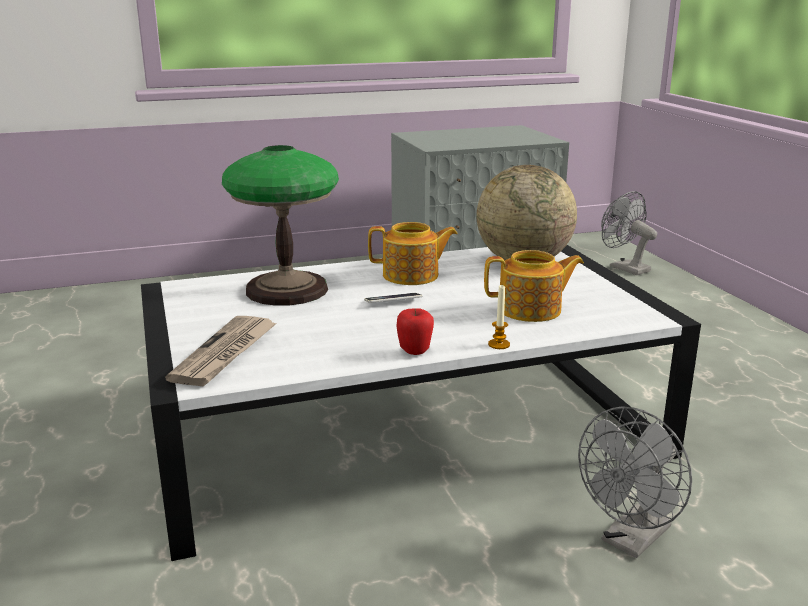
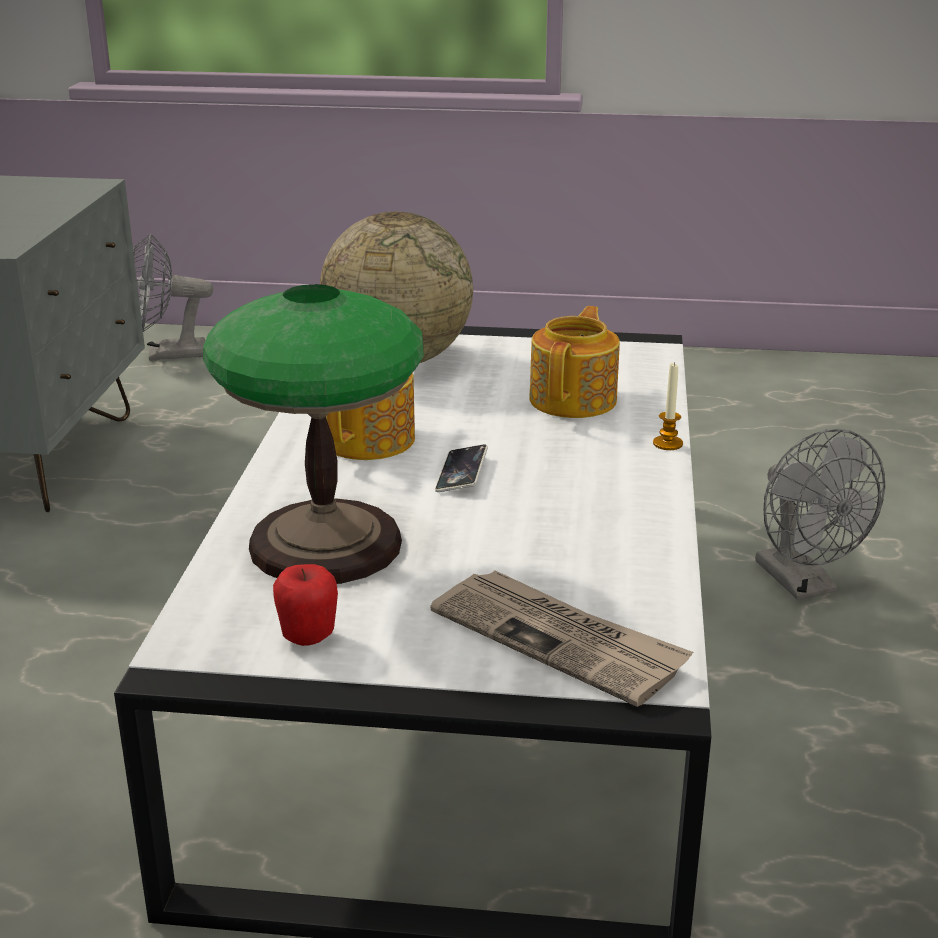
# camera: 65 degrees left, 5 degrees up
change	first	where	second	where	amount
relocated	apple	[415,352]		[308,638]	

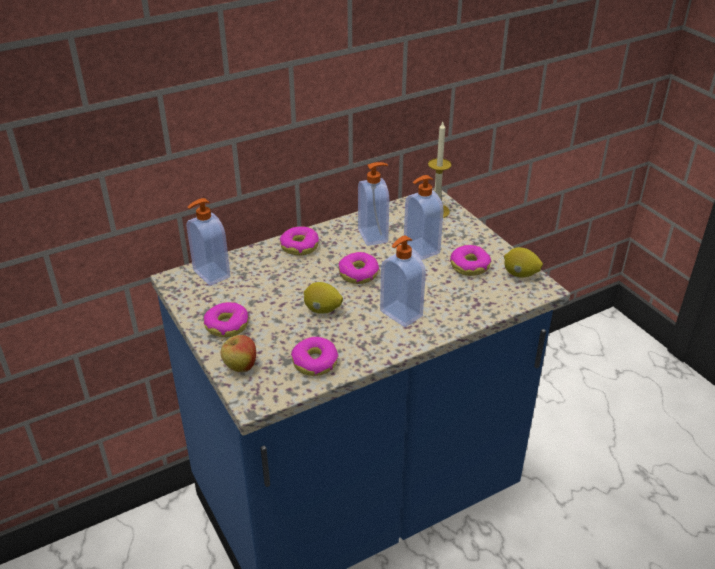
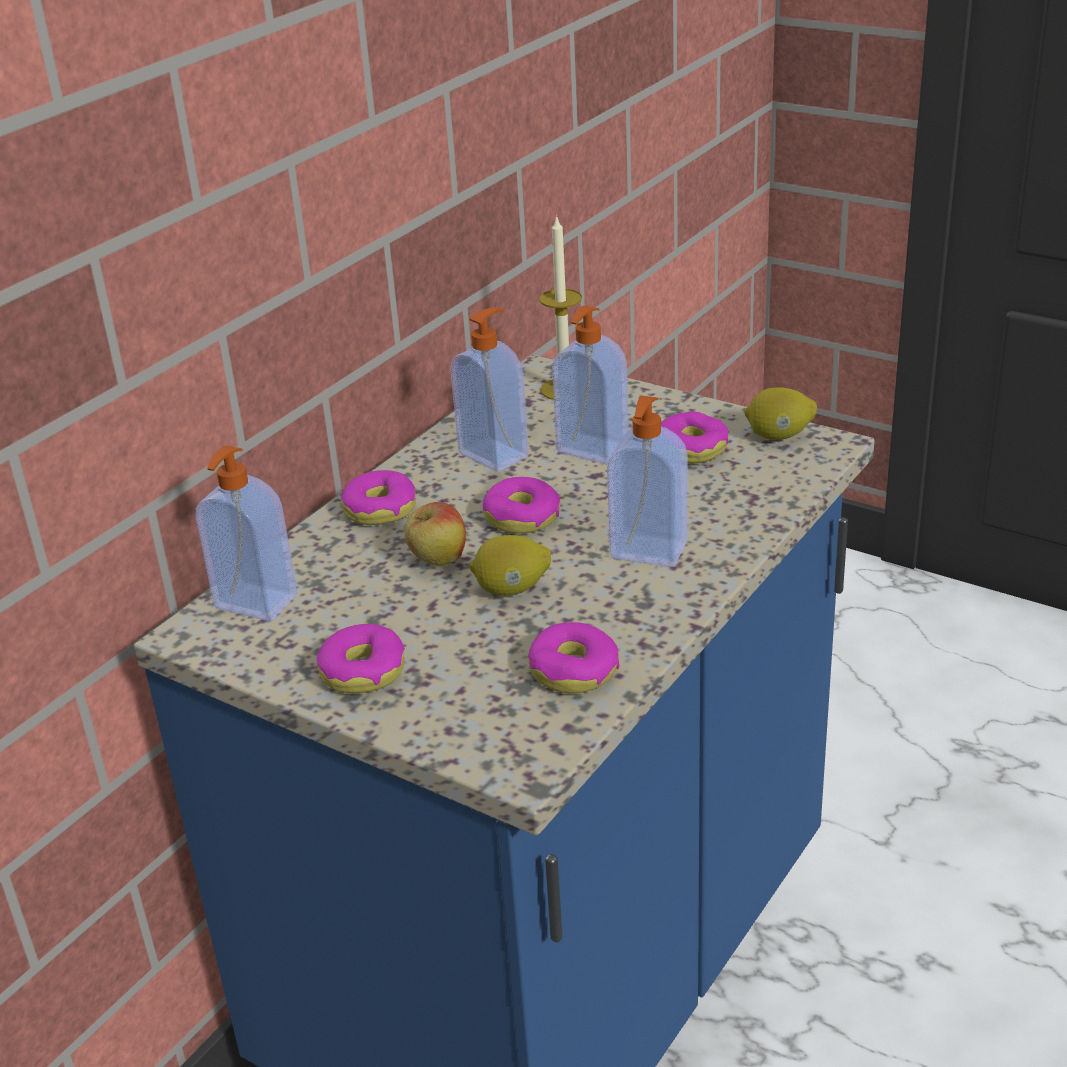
# camera: 25 degrees left, 5 degrees down
change	first	where	second	where	amount
relocated	apple	[240,367]		[438,561]	

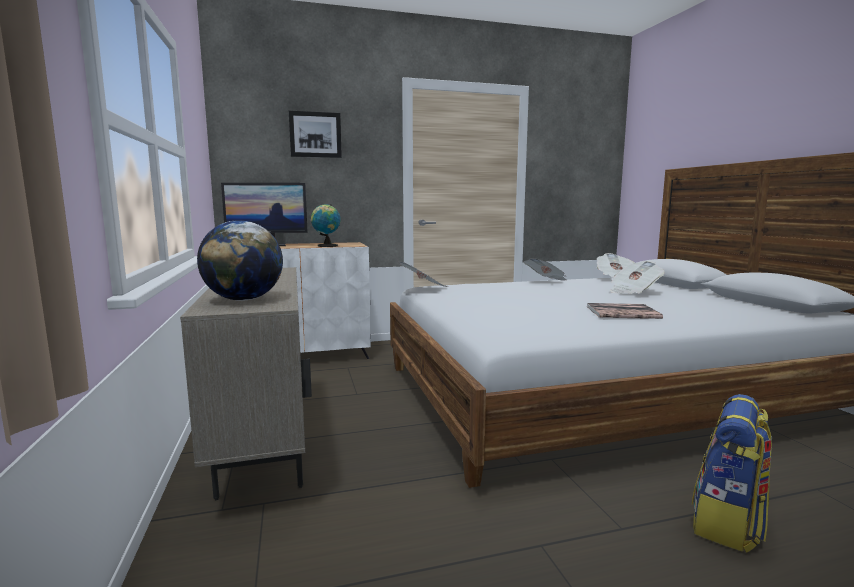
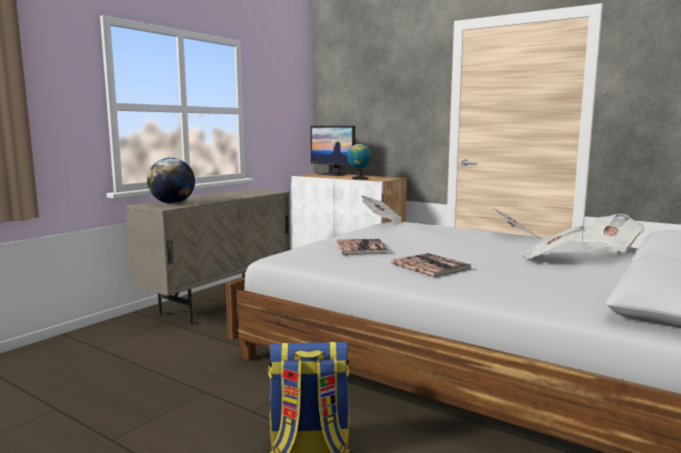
# camera: 50 degrees right, 0 degrees up
change	first	where	second	where	amount
appeared			book	[361,248]	
missing	picture	[315,135]			

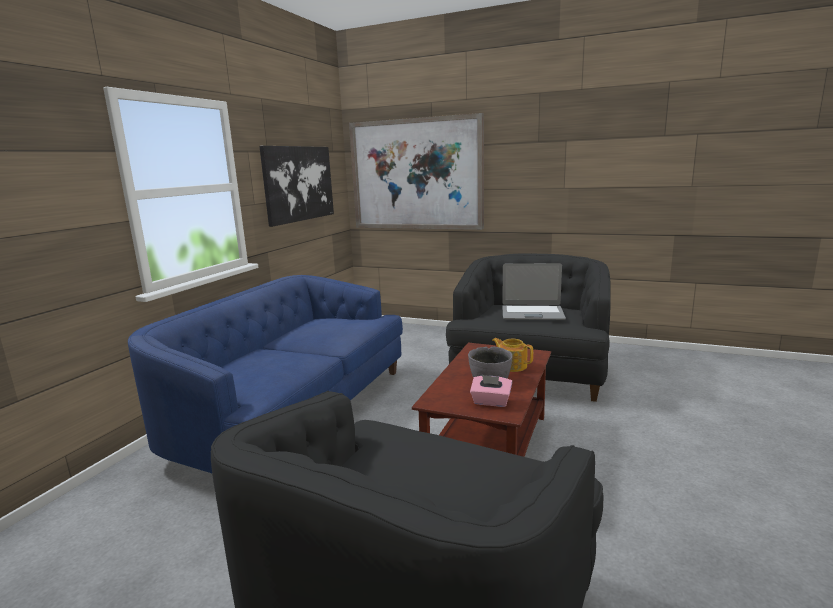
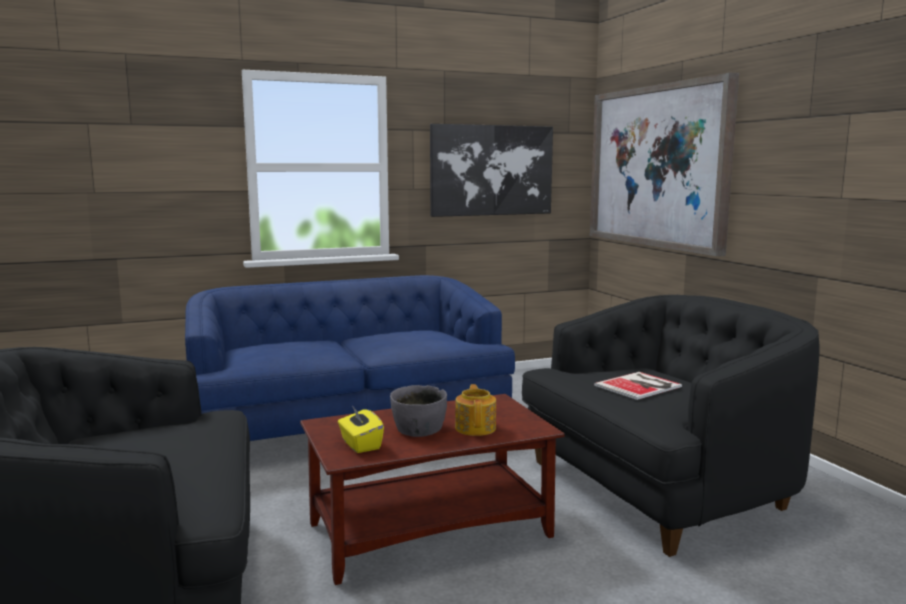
# camera: 45 degrees right, 5 degrees down
change	first	where	second	where	amount
colour	pink tissue box	[491,402]	yellow tissue box	[360,444]	
exchanged	laptop	[532,313]	book	[640,386]	

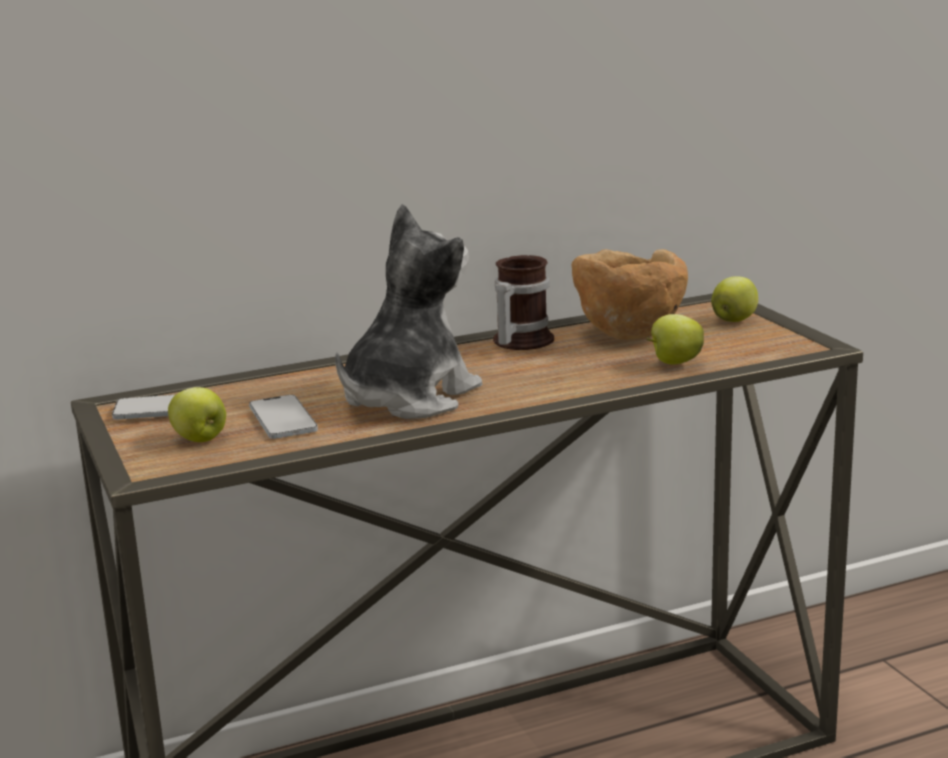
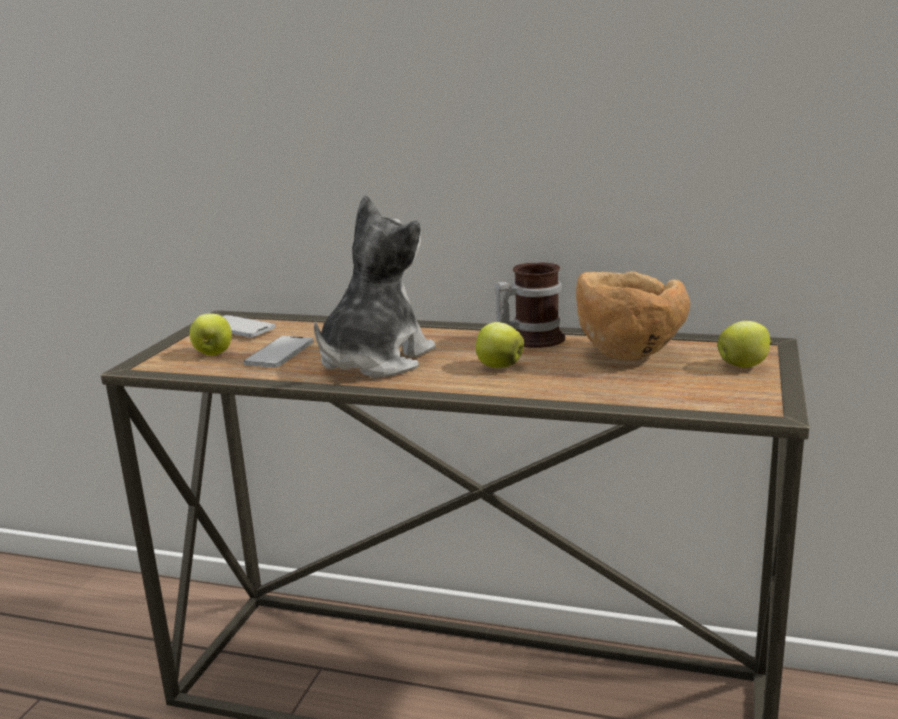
# camera: 40 degrees right, 0 degrees up
change	first	where	second	where	amount
spun	plush toy	[408,399]		[374,361]	45 degrees counterclockwise
relocated	apple	[674,362]		[498,366]	

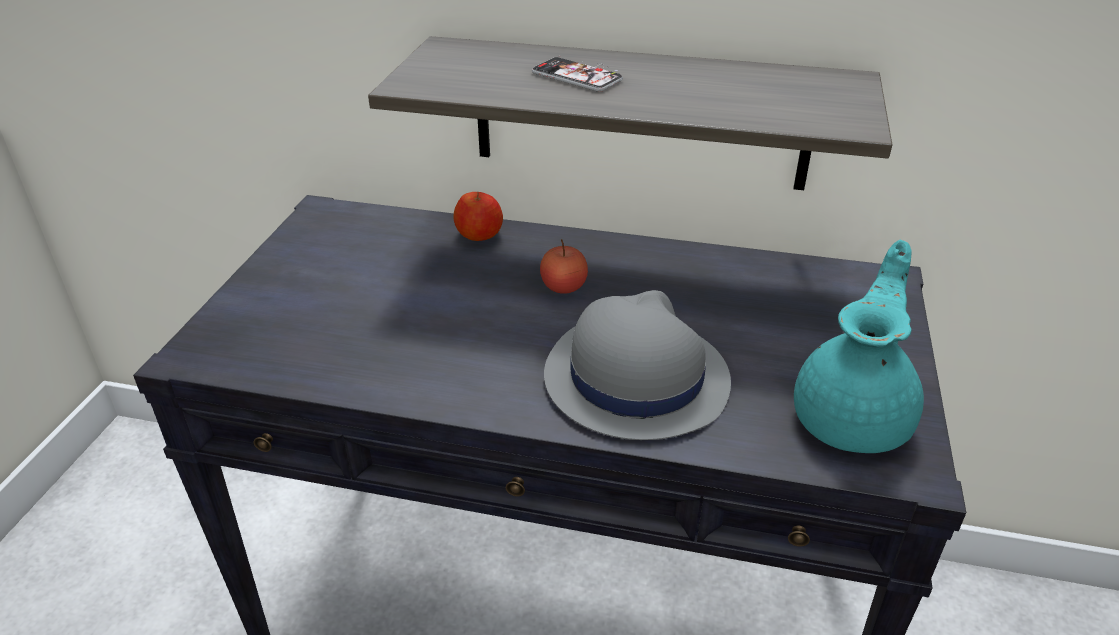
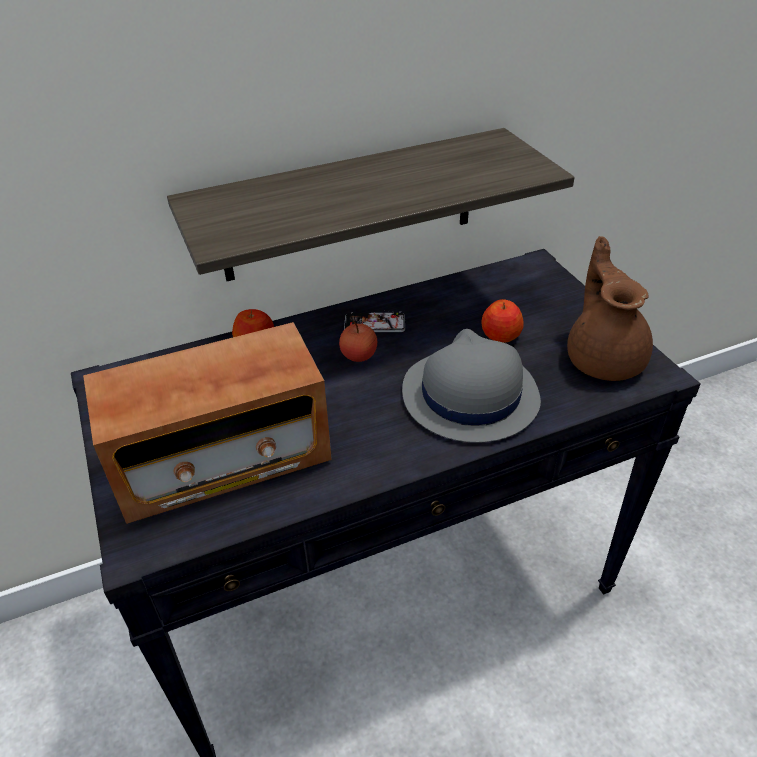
# camera: 35 degrees left, 5 degrees up
change	first	where	second	where	amount
appeared			radio	[223,460]	
relocated	phone	[576,76]		[374,324]	
appeared			apple	[500,335]	
colour	turquoise teapot	[854,417]	brown teapot	[604,358]	

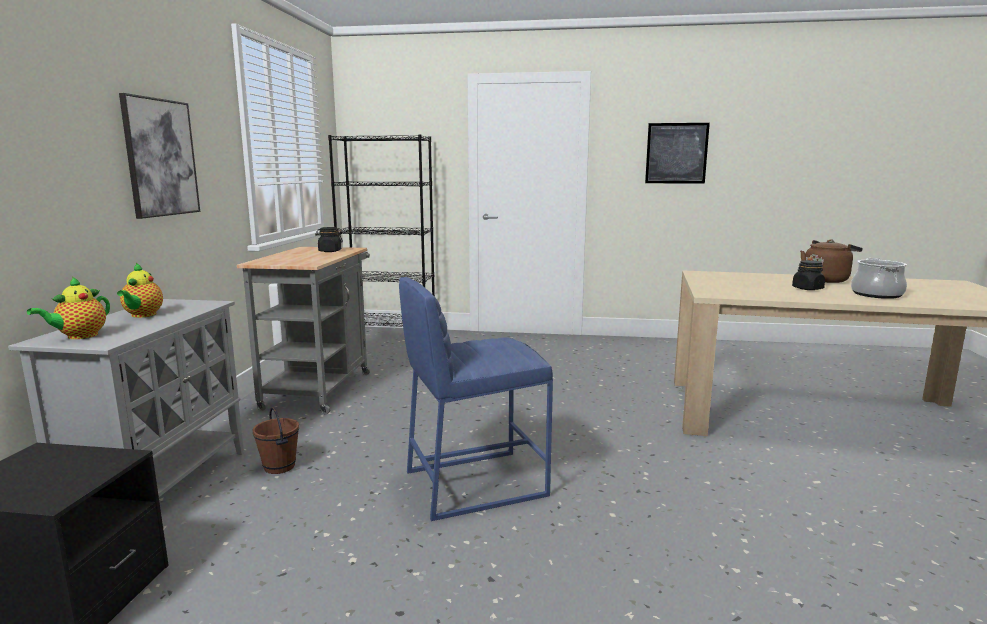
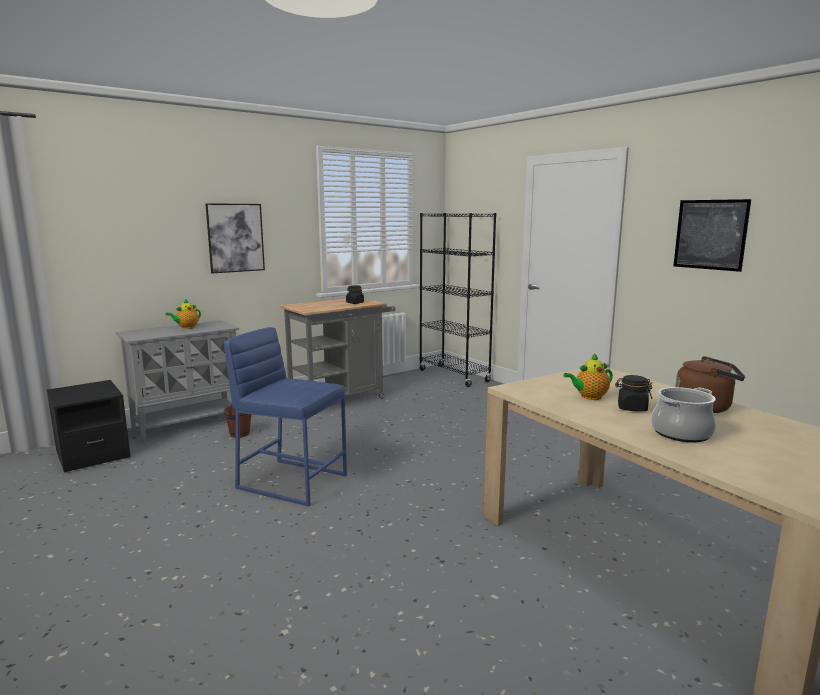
# camera: 45 degrees right, 0 degrees up
change	first	where	second	where	amount
relocated	teapot	[79,336]		[589,397]	

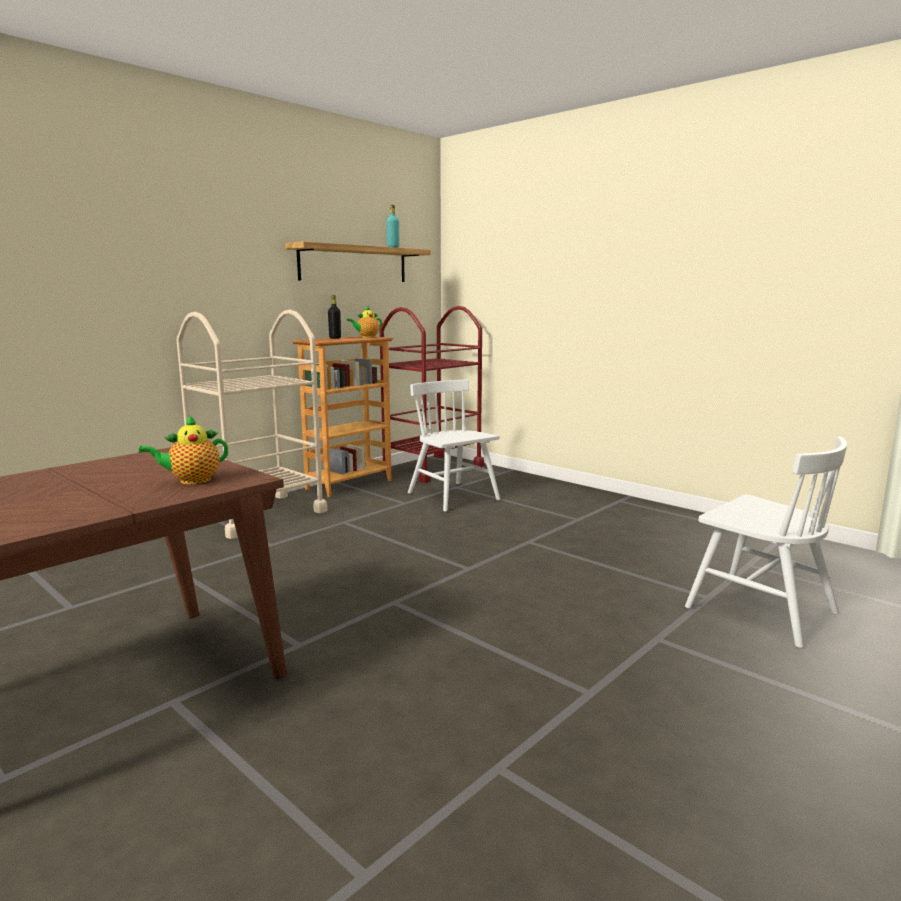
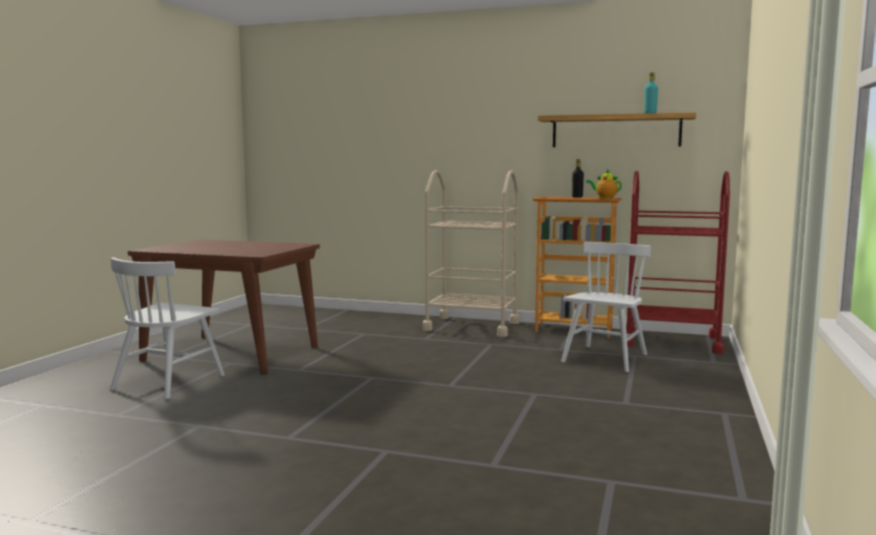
# camera: 65 degrees right, 5 degrees down
change	first	where	second	where	amount
relocated	white chair	[760,610]		[169,382]	
missing	teapot	[191,481]			

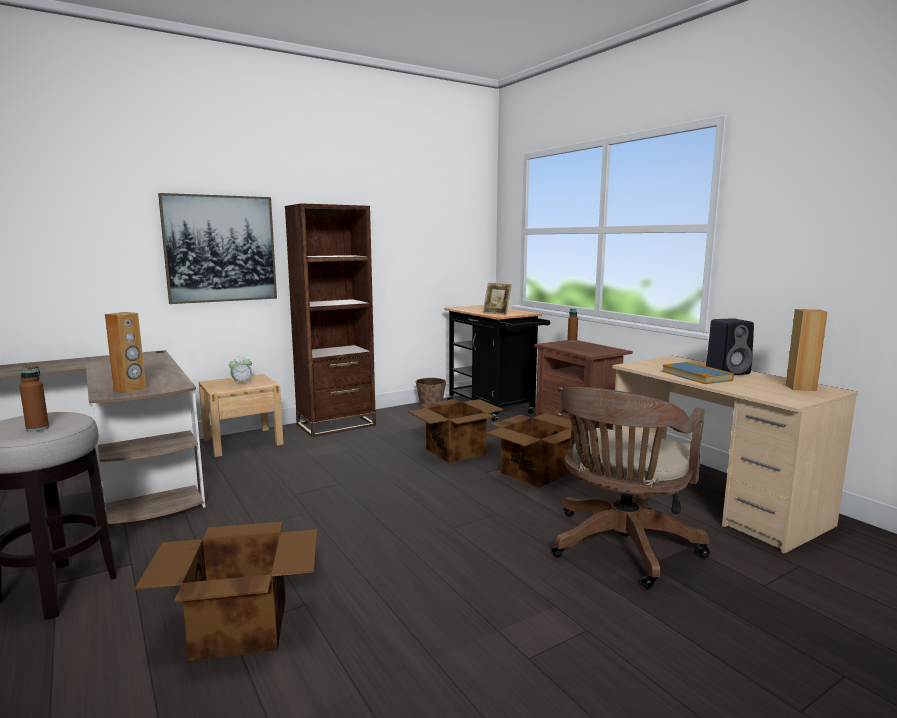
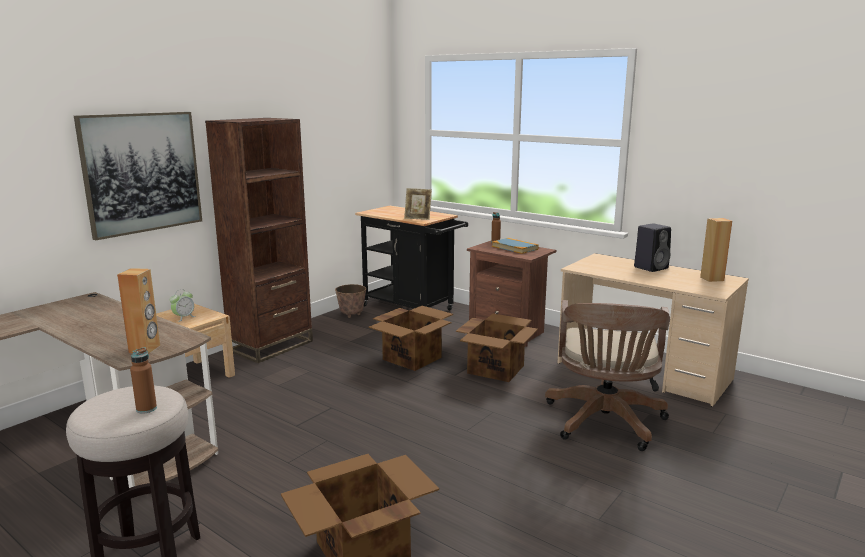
# camera: 20 degrees left, 5 degrees up
change	first	where	second	where	amount
relocated	book	[696,376]		[514,248]	

